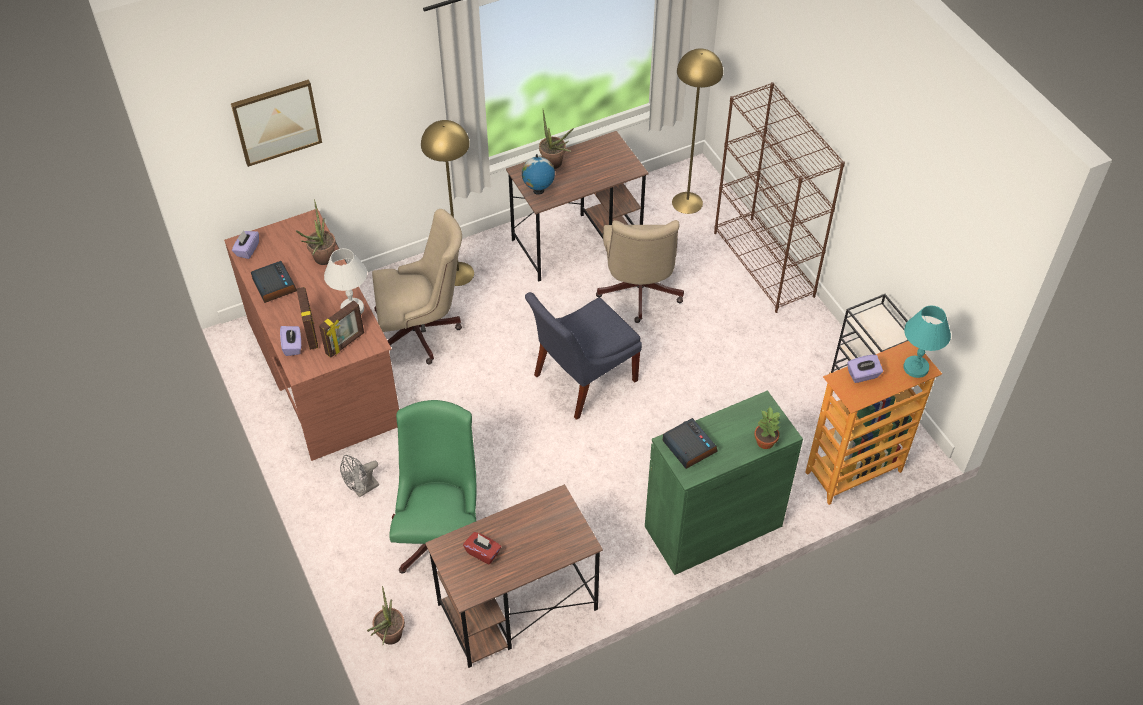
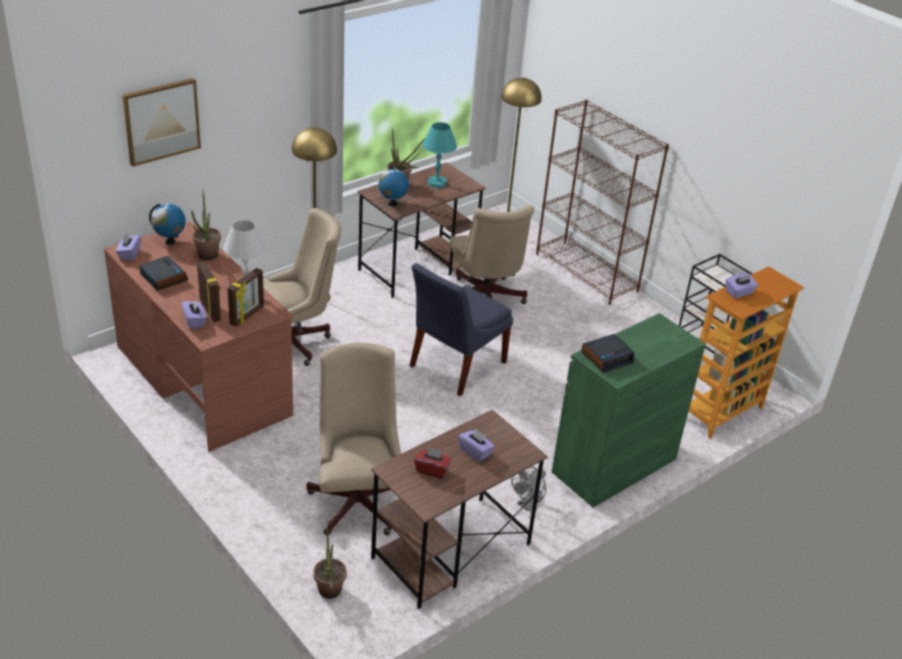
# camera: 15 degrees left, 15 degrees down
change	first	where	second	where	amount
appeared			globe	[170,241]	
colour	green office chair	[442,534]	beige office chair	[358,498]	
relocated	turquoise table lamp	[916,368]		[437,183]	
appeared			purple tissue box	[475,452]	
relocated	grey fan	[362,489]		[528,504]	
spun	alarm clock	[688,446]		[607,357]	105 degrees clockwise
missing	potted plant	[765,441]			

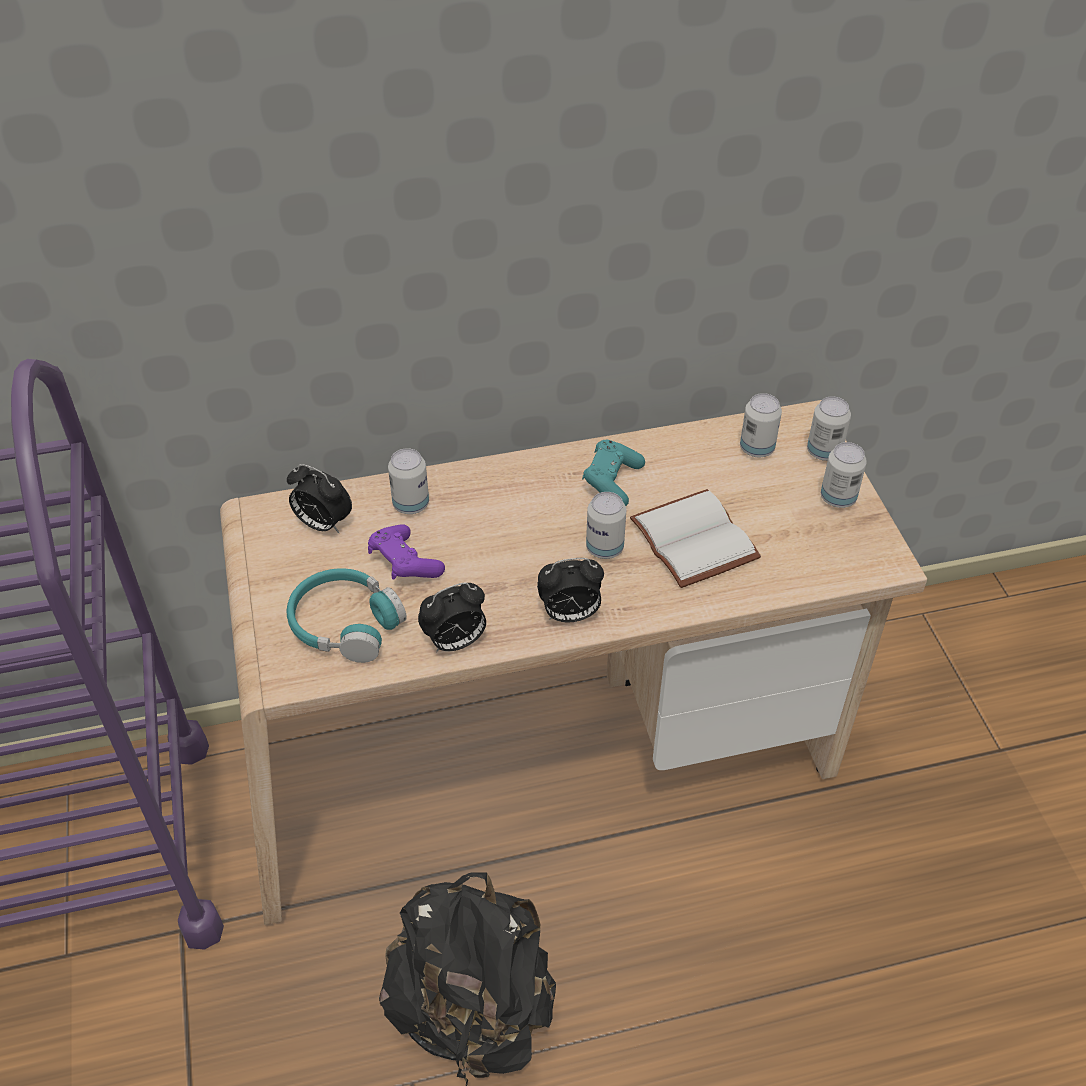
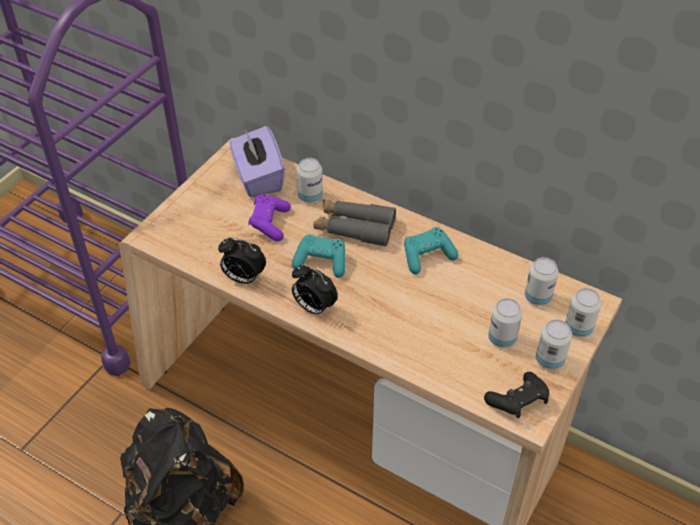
# camera: 45 degrees right, 0 degrees up
change	first	where	second	where	amount
exchanged	alarm clock	[322,524]	purple tissue box	[258,177]	
appeared			turquoise game controller	[321,262]	
appeared			grey binoculars	[354,228]	
appeared			black game controller	[517,402]	
relocated	can	[604,548]		[502,338]	
missing	turquoise headphones	[346,624]			
missing	white book	[697,540]			

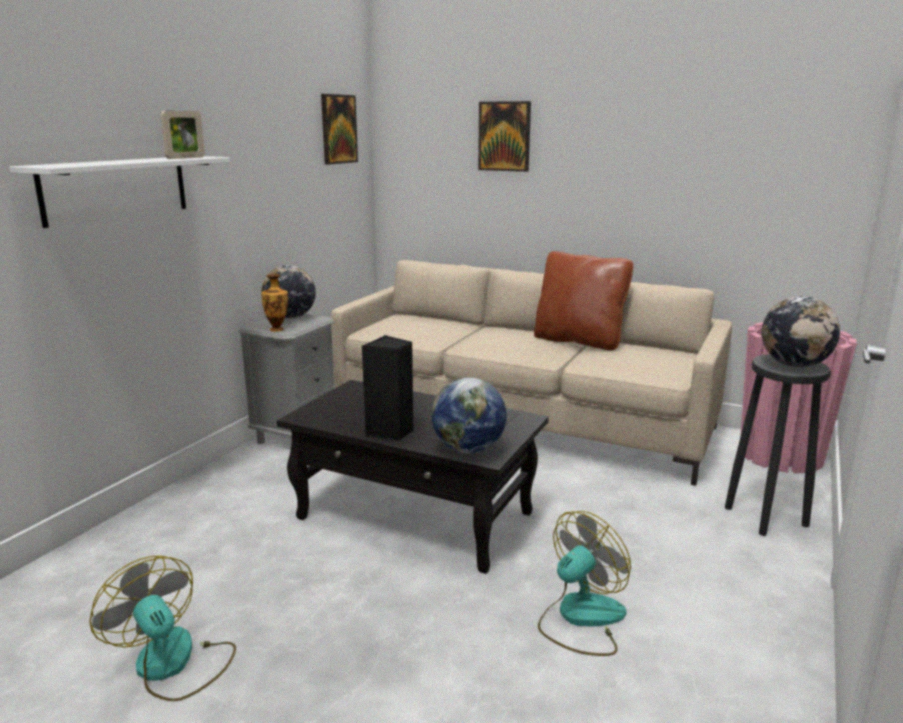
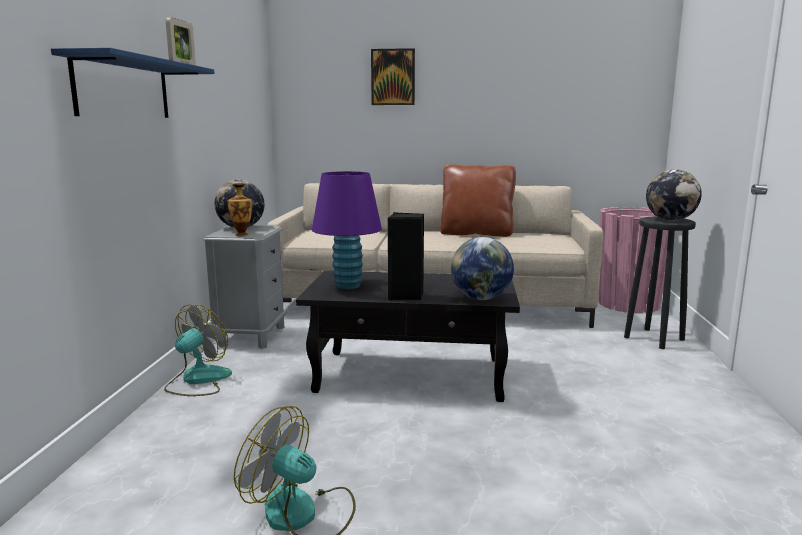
# camera: 20 degrees left, 5 degrees down
change	first	where	second	where	amount
colour	white shelf	[116,189]	blue shelf	[123,89]	
relocated	fan	[580,618]		[198,380]	
appeared			purple table lamp	[348,286]	
missing	picture	[338,129]			

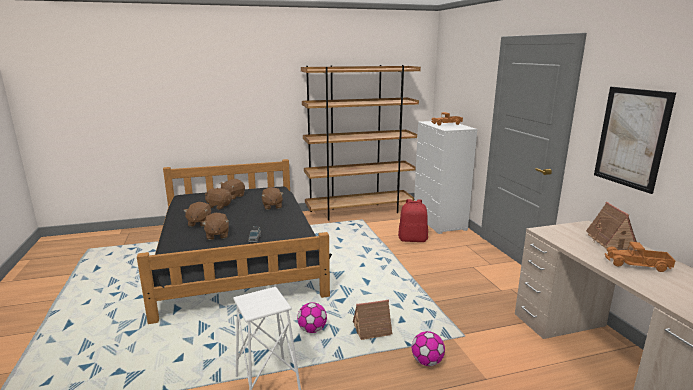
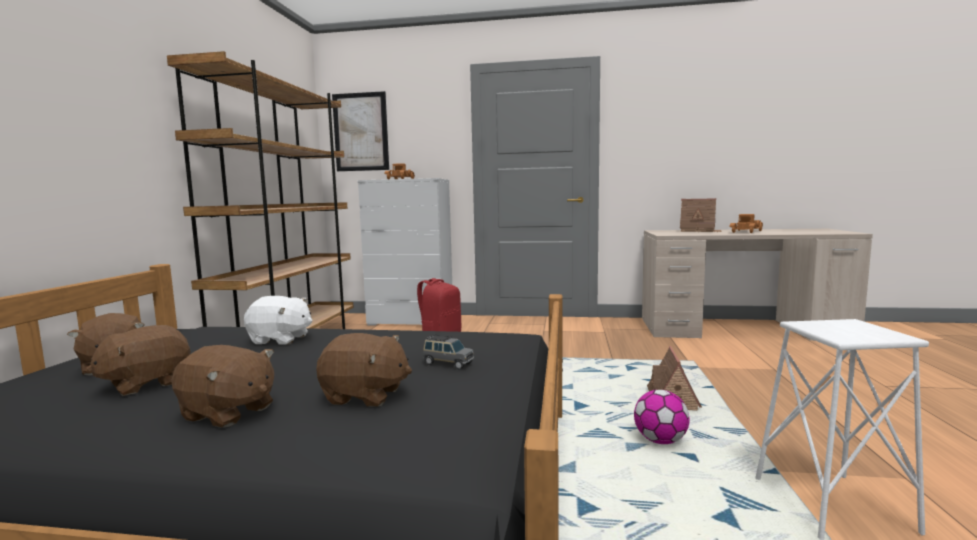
# camera: 65 degrees left, 10 degrees down
change	first	where	second	where	amount
colour	brown plush toy	[272,206]	white plush toy	[280,339]	
relocated	picture	[631,138]		[361,132]	
missing	football	[427,362]			

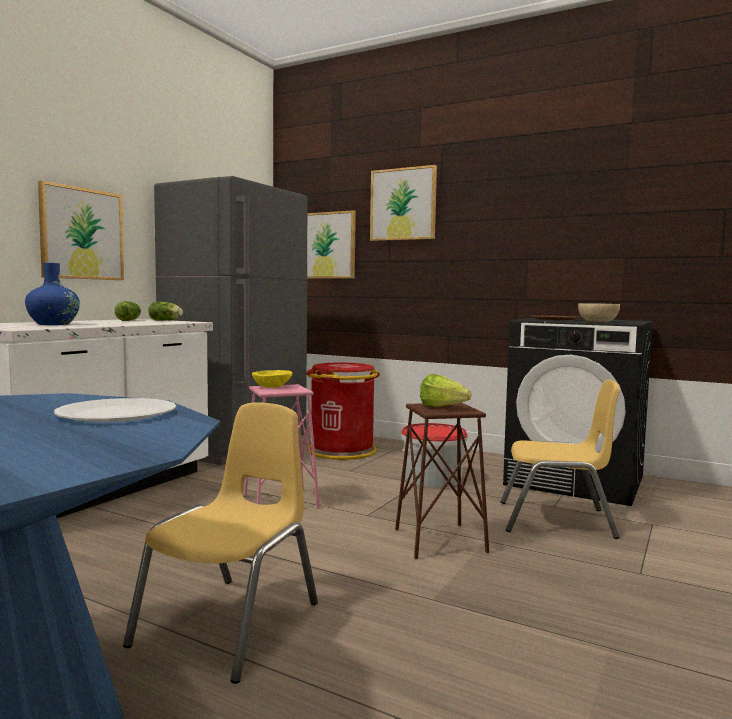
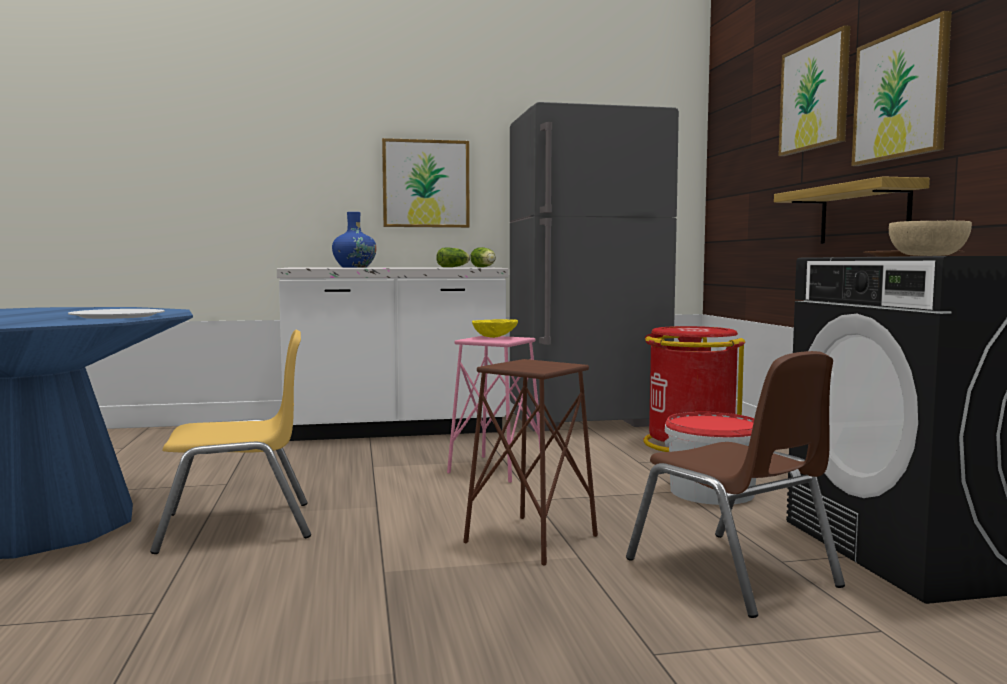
# camera: 50 degrees right, 0 degrees up
change	first	where	second	where	amount
colour	yellow chair	[556,520]	brown chair	[732,573]	
appeared			shelf	[863,214]	
relocated	picture	[327,245]		[900,95]	
missing	lettuce	[445,408]			

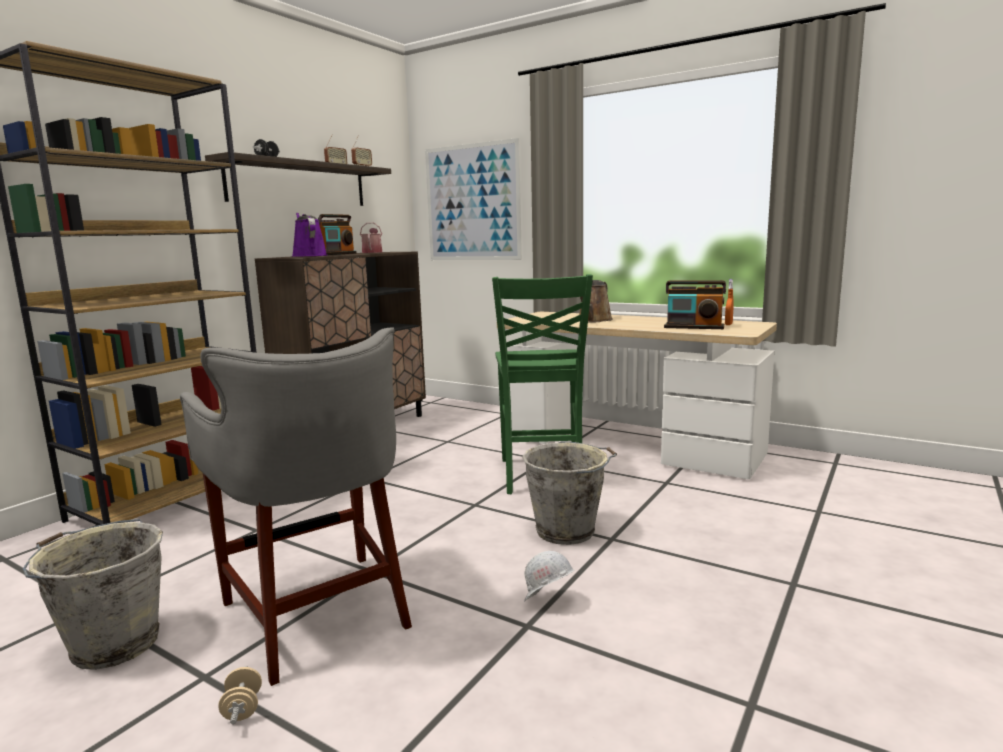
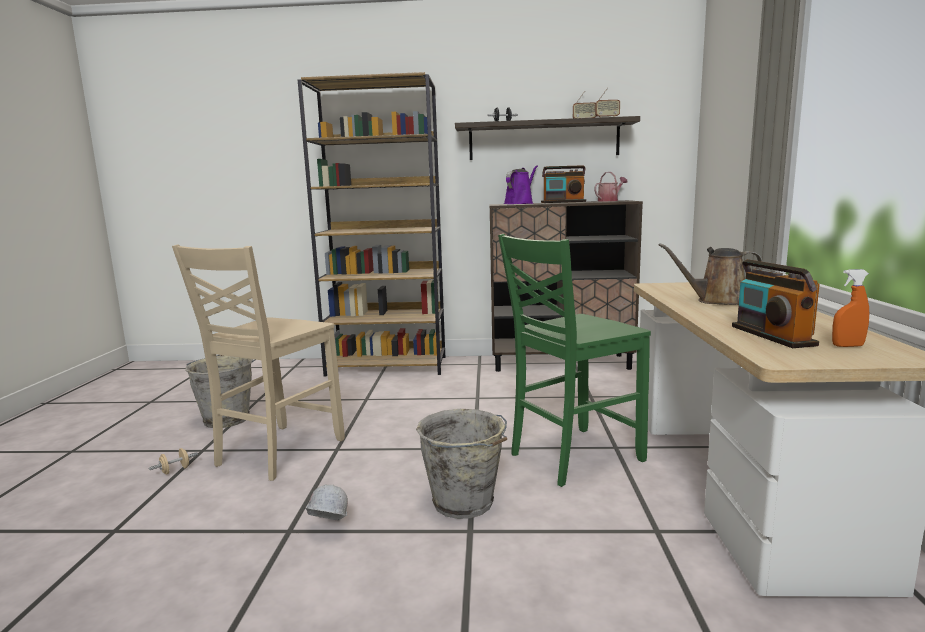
# camera: 60 degrees right, 0 degrees up
change	first	where	second	where	amount
exchanged	grey stool	[318,611]	beige chair	[277,452]	
missing	picture	[472,203]			

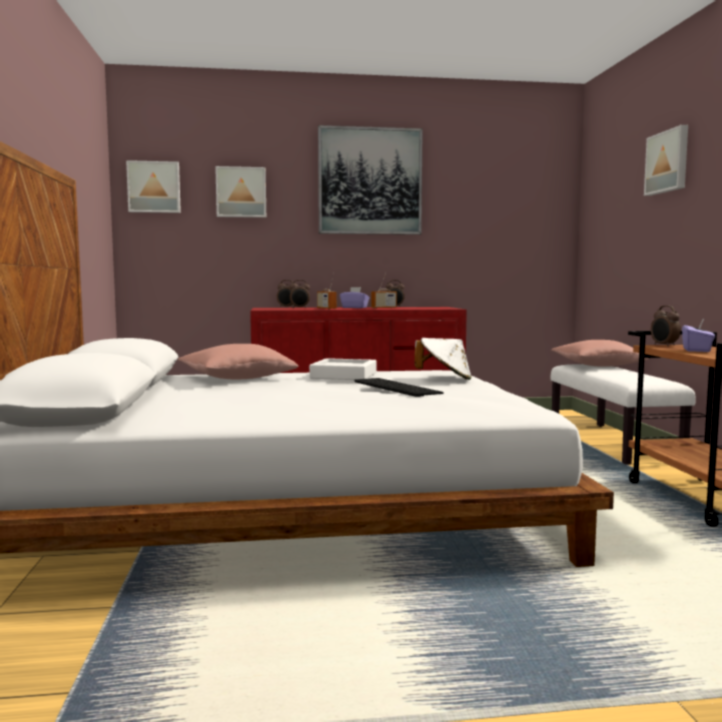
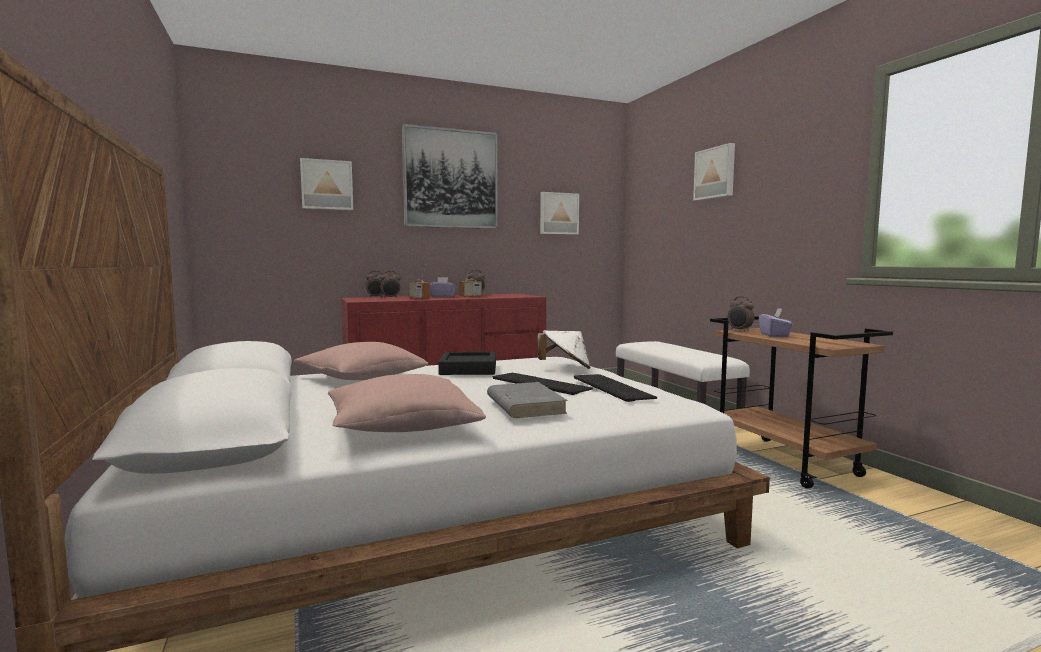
# camera: 15 degrees left, 0 degrees up
change	first	where	second	where	amount
relocated	pink pillow	[597,365]		[401,426]	
colour	white tray	[343,375]	black tray	[468,369]	
appeared			grey book	[524,404]	
relocated	picture	[154,187]		[558,213]	
appeared			keyboard	[609,387]	

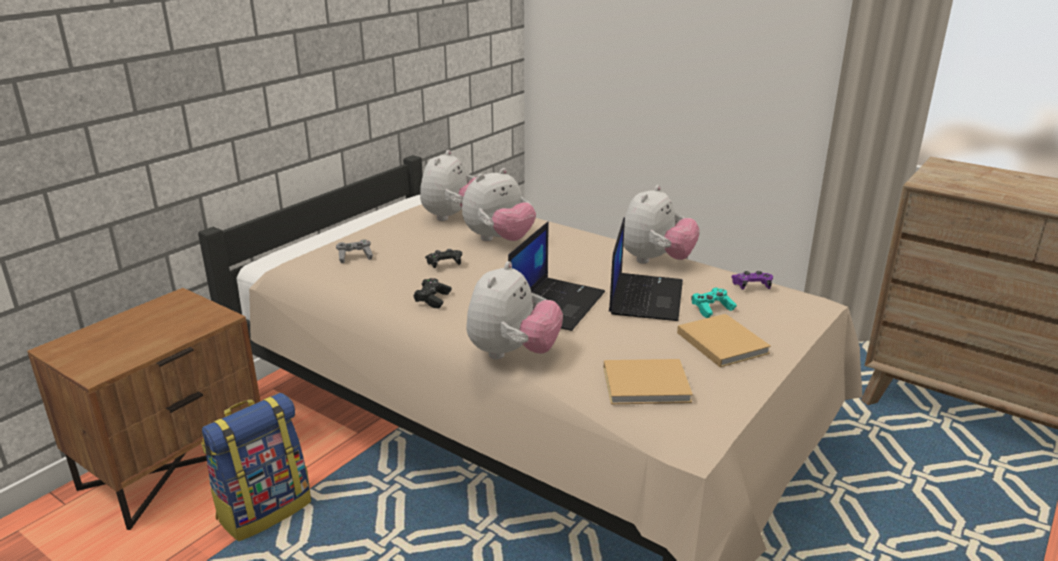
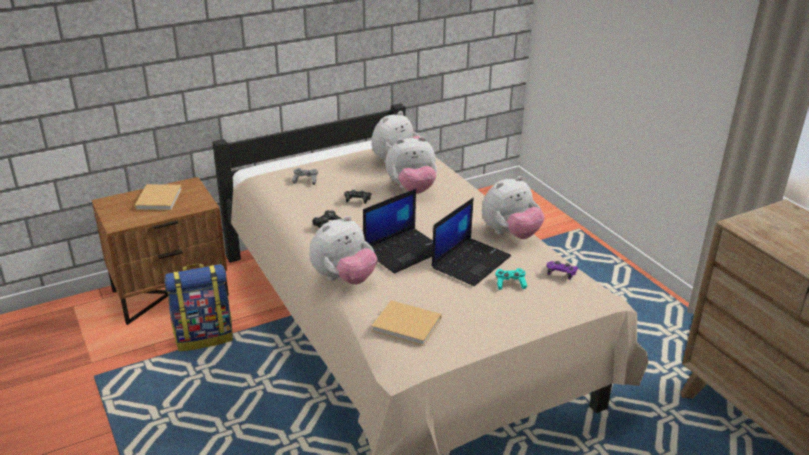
# camera: 25 degrees right, 5 degrees up
change	first	where	second	where	amount
relocated	beige book	[720,341]		[159,198]	

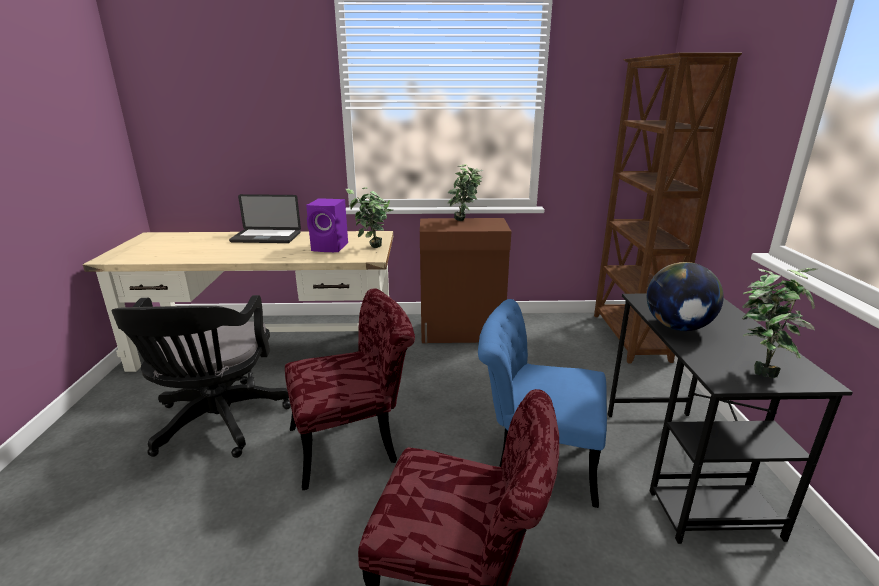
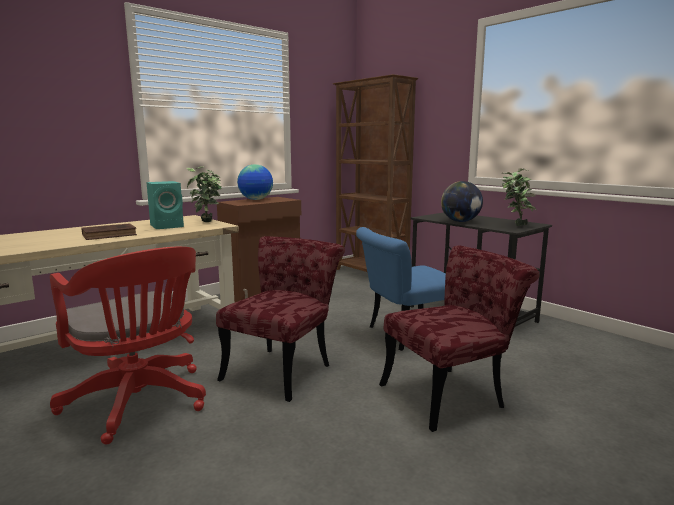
# camera: 40 degrees left, 10 degrees down
change	first	where	second	where	amount
colour	black office chair	[217,424]	red office chair	[140,403]	
appeared			brown book	[111,235]	
colour	purple speaker	[331,247]	turquoise speaker	[168,226]	
exchanged	potted plant	[464,221]	globe	[256,199]	
missing	laptop	[266,237]			

